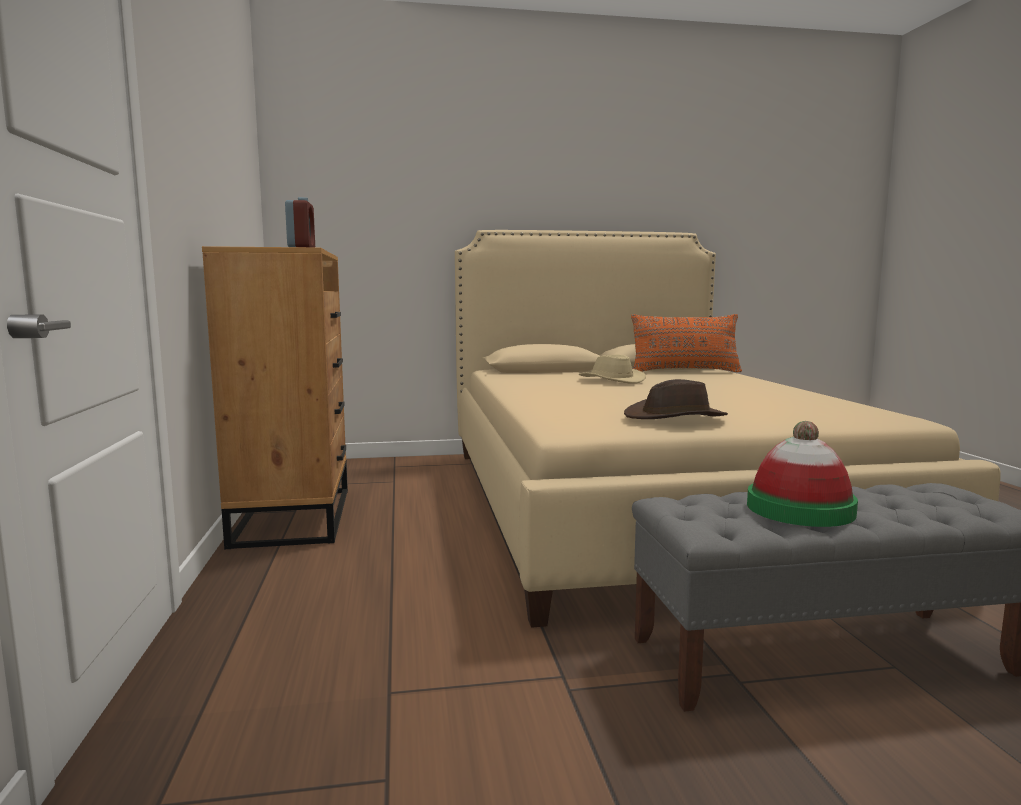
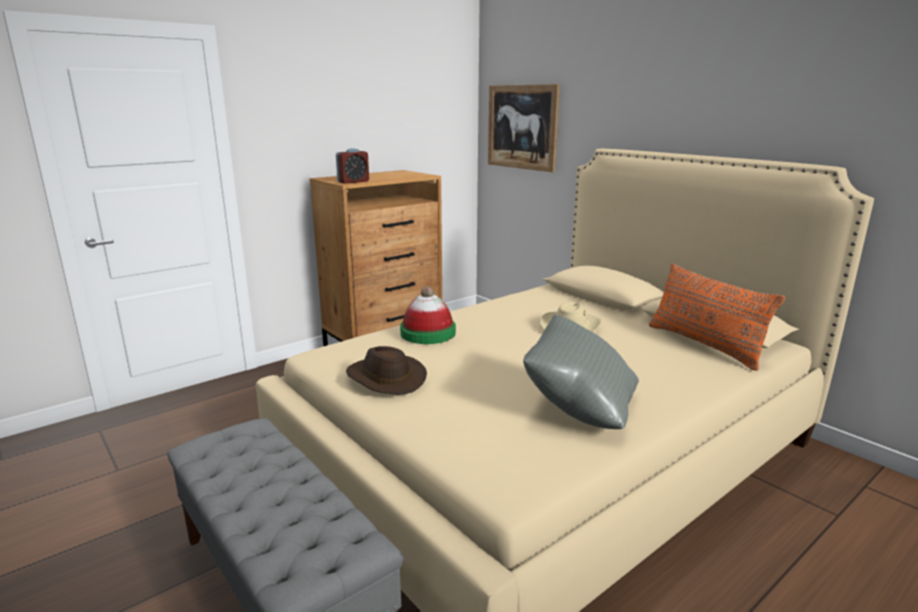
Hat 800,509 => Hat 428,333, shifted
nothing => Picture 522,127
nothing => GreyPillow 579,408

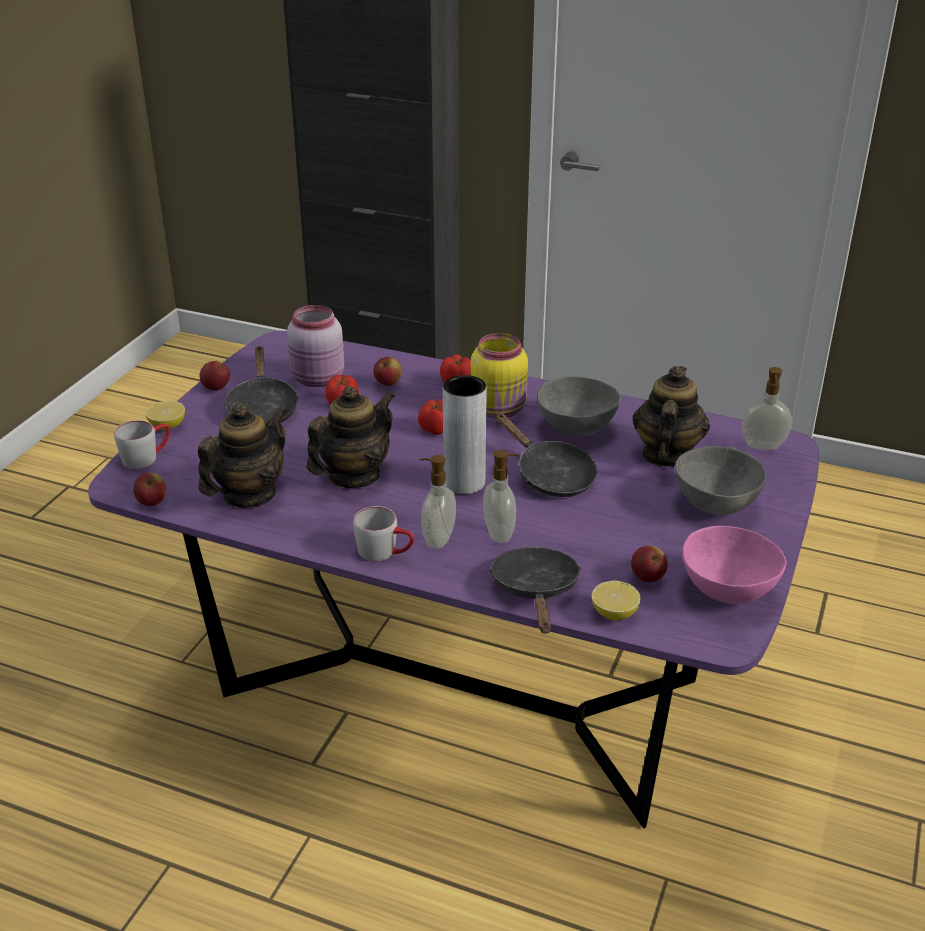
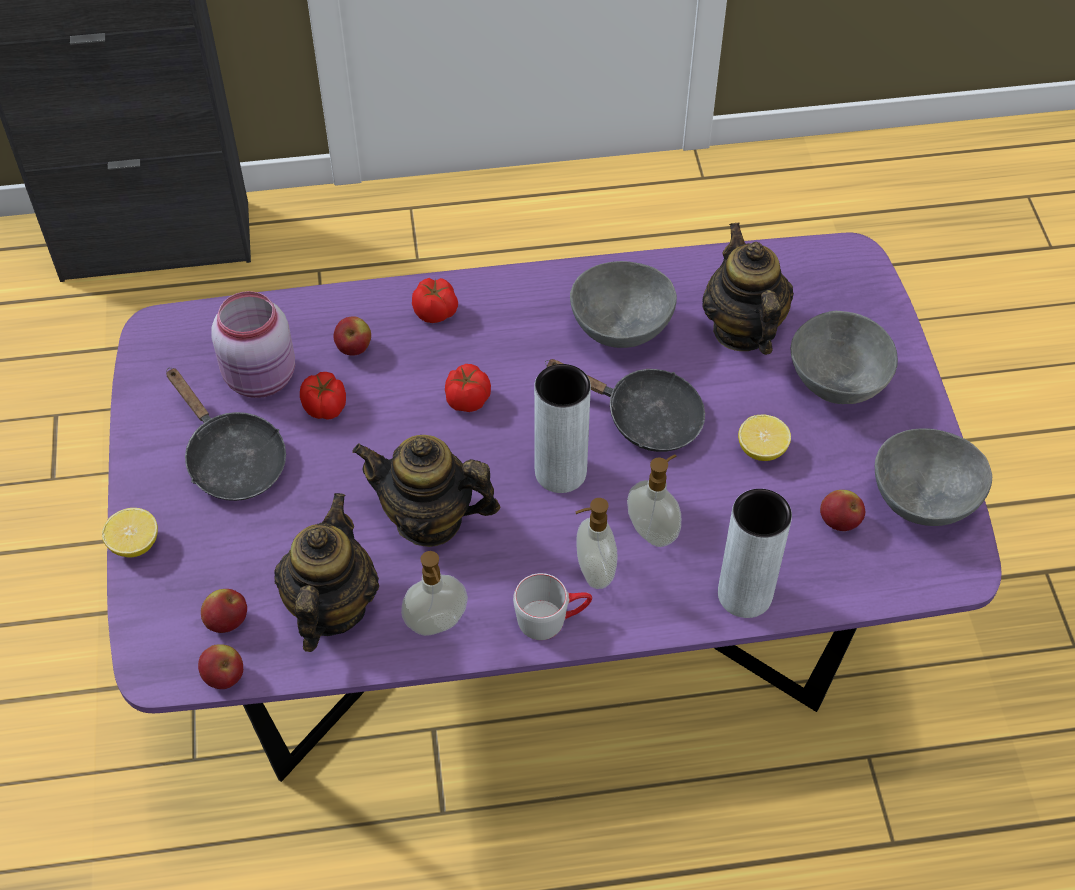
Apple 216,388 => Apple 227,621, shifted
Teapot 354,475 => Teapot 429,519, 90 degrees counterclockwise
SoapDispenser 762,446 => SoapDispenser 437,625, shifted
BlackFryingPan 536,590 => GreyVase 744,594
Lemon 614,613 => Lemon 761,450, shifted
PinkBowl 728,591 => GreyBowl 924,502
GreyMug 147,456 => nothing
YellowJar 500,409 => nothing

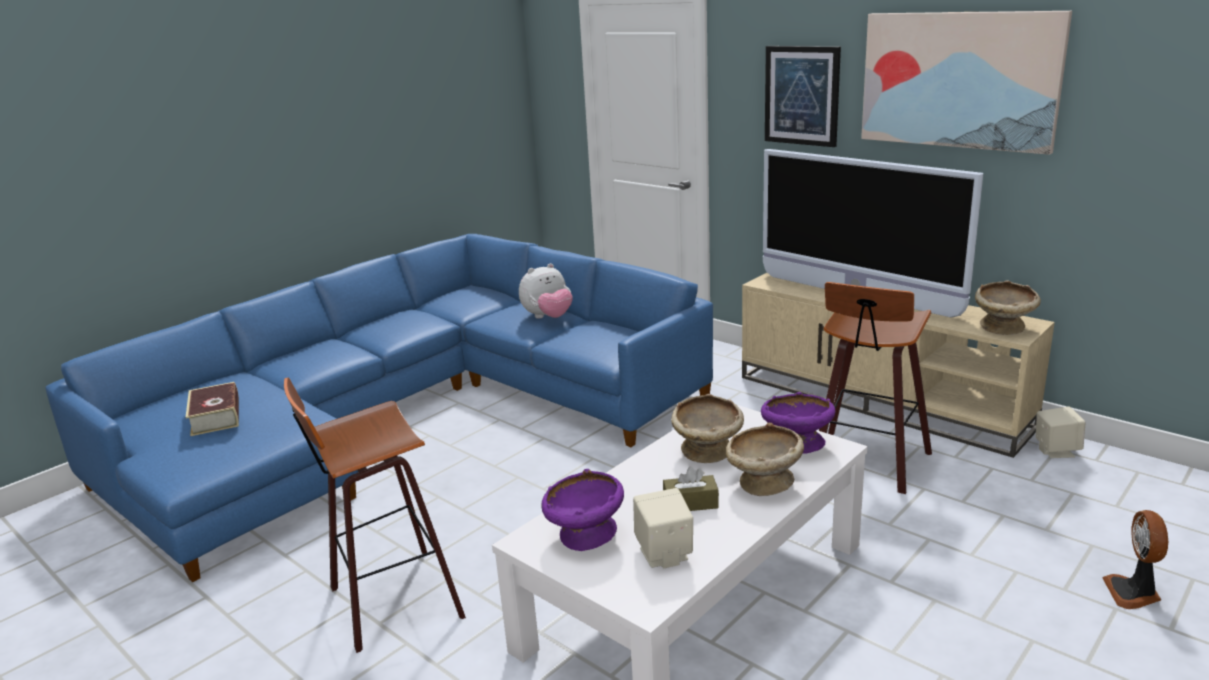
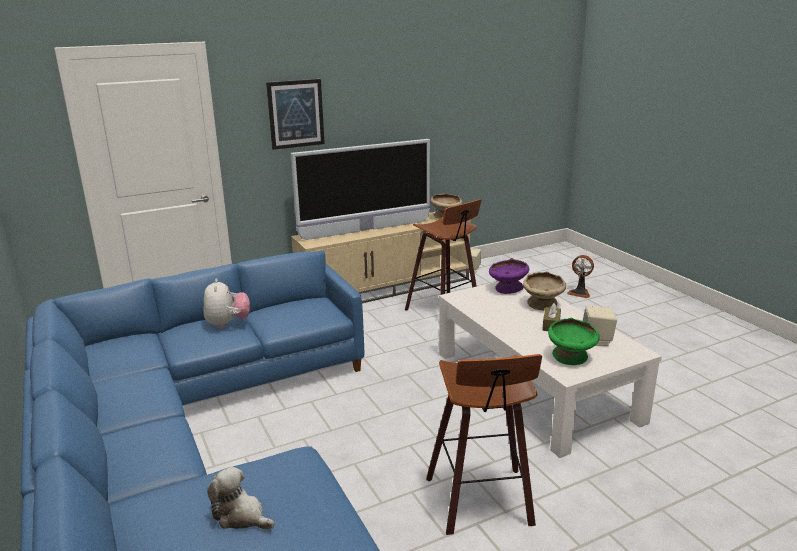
Book 216,417 => PlushToy 241,516
PurpleBowl 585,537 => GreenBowl 571,358
BeigeBowl 708,452 => nothing
Picture 959,80 => nothing

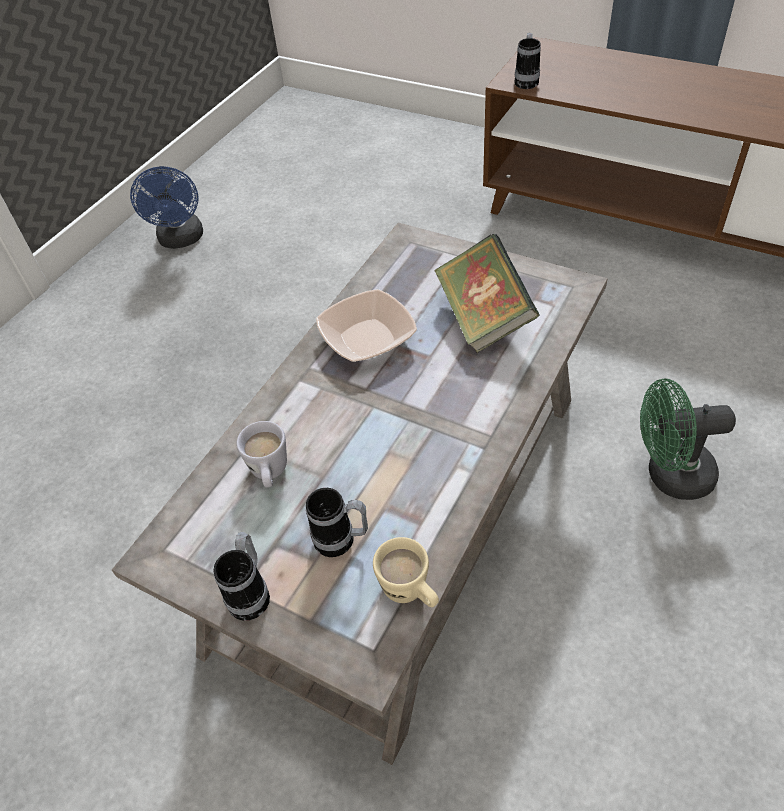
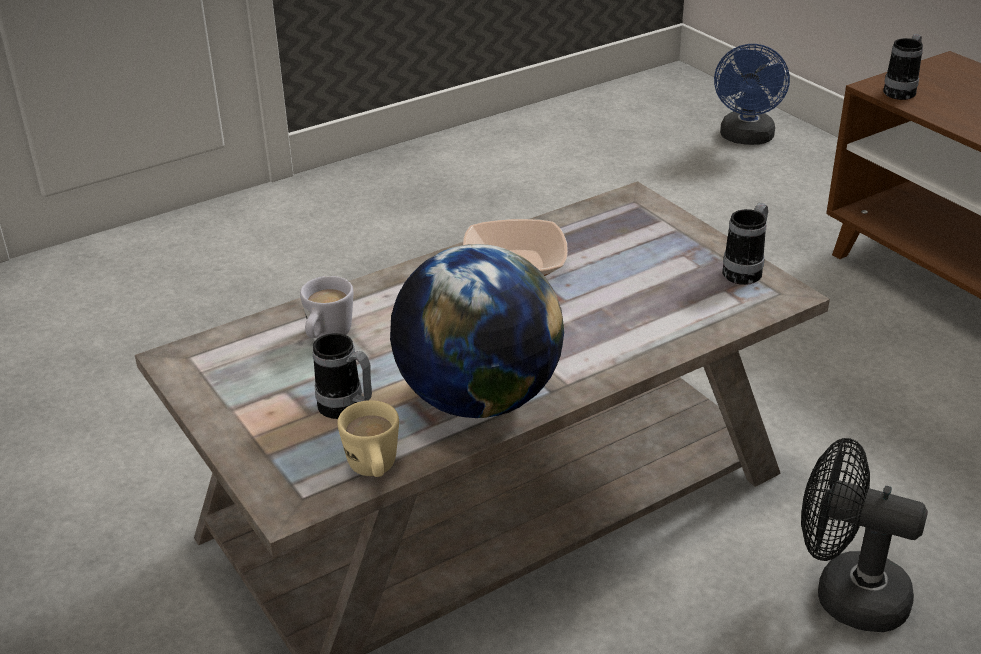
nothing => Globe 478,399
BlueFan 182,240 => BlueFan 746,139, shifted
Mug 251,593 => Mug 746,271, shifted
GreenFan 669,475 => BlackFan 846,594
Book 484,318 => nothing

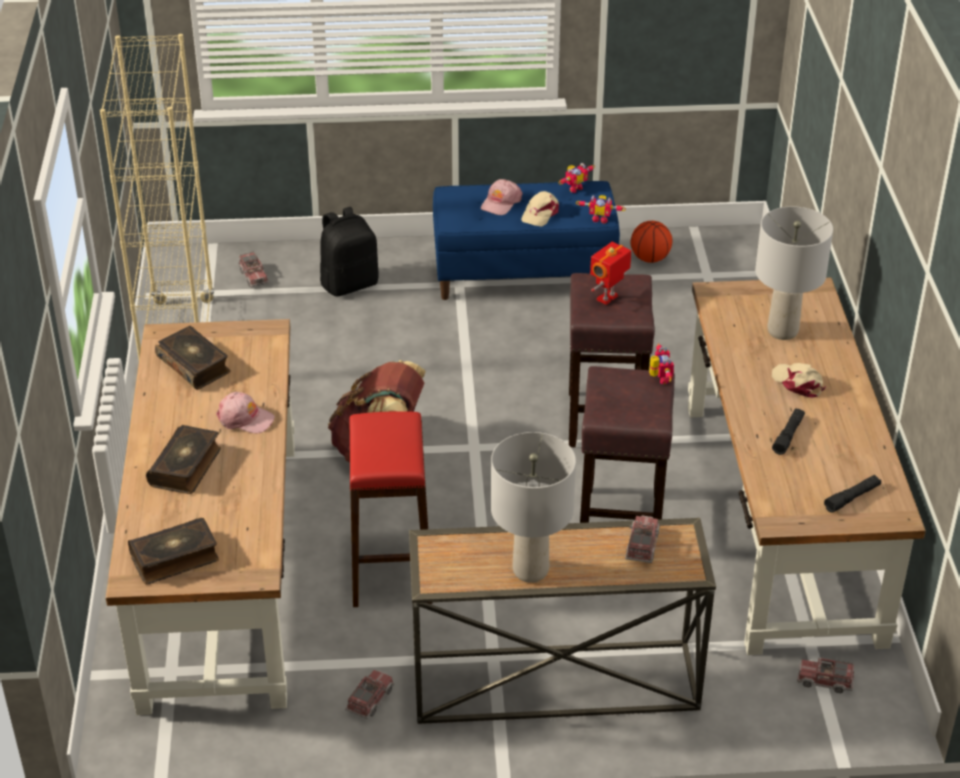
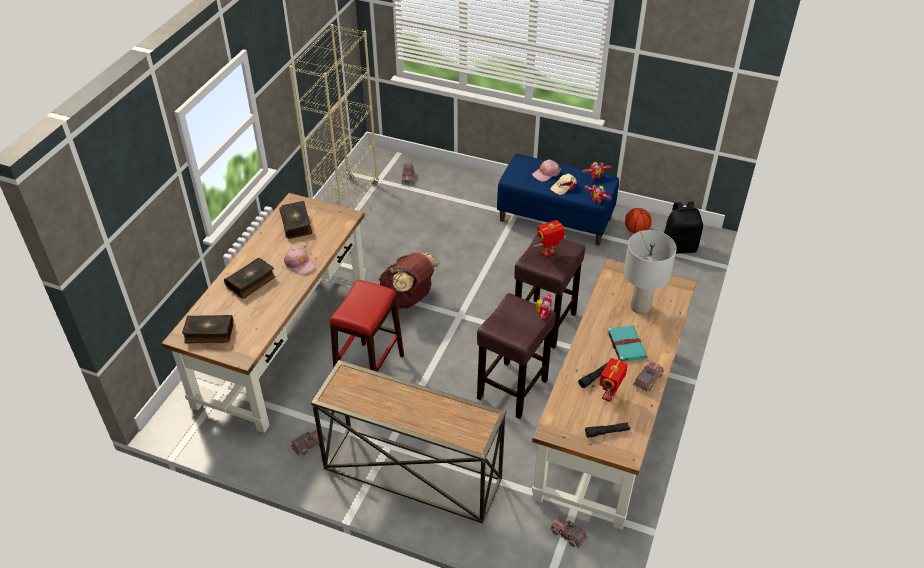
nothing => ToyRobot 609,395
BeigeCap 798,383 => TurquoiseBook 626,344
ToyTruck 642,546 => ToyTruck 647,380, shifted
BlackBackpack 349,284 => BlackBackpack 679,247, shifted
GreyTableLamp 531,570 => nothing

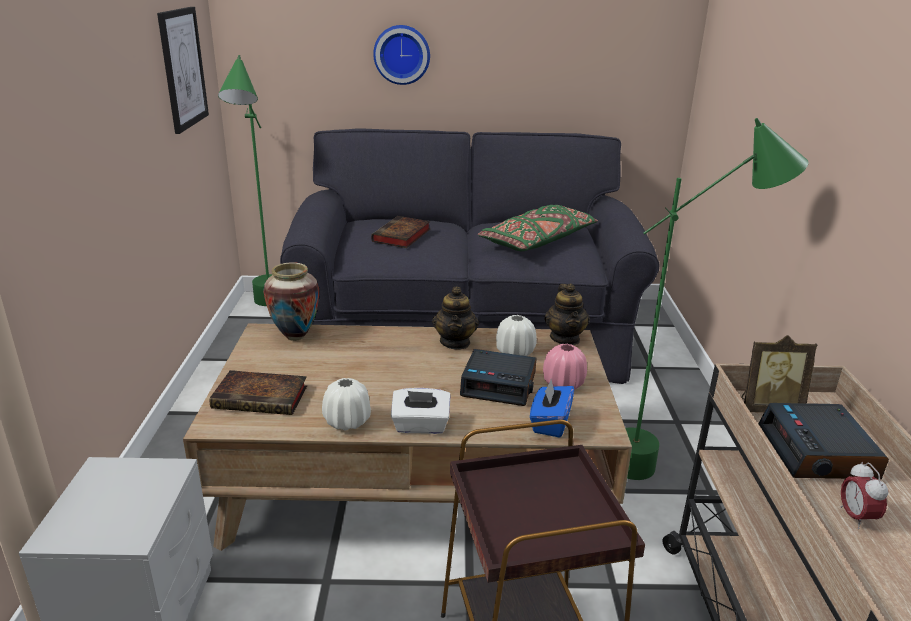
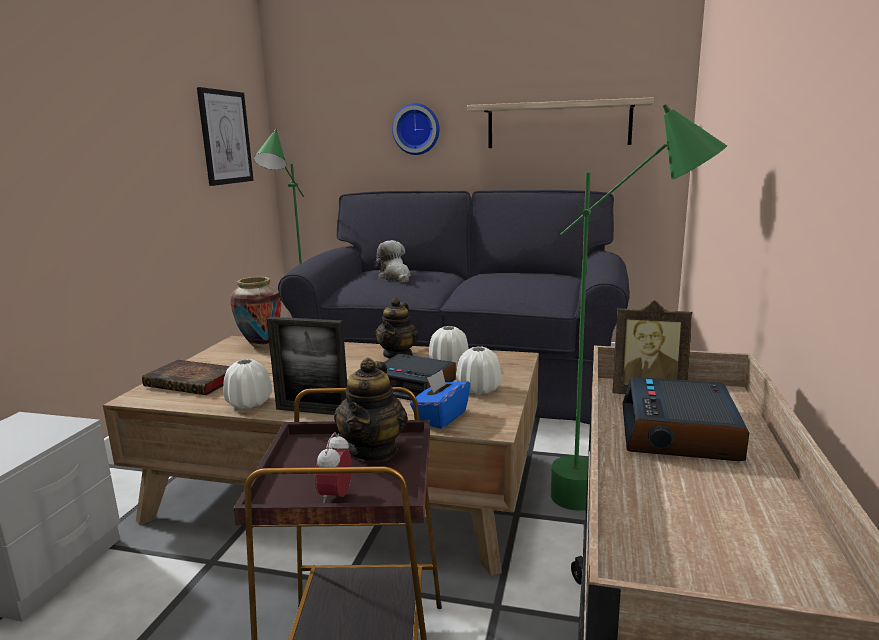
WhiteTissueBox 420,426 => PictureFrame 312,411
AlarmClock 855,517 => AlarmClock 336,497, shifted
Teapot 565,338 => Teapot 373,450, shifted
Book 401,236 => PlushToy 395,278
PinkVase 563,383 => WhiteVase 478,389
nothing => Shelf 558,125
GreenPillow 538,241 => nothing

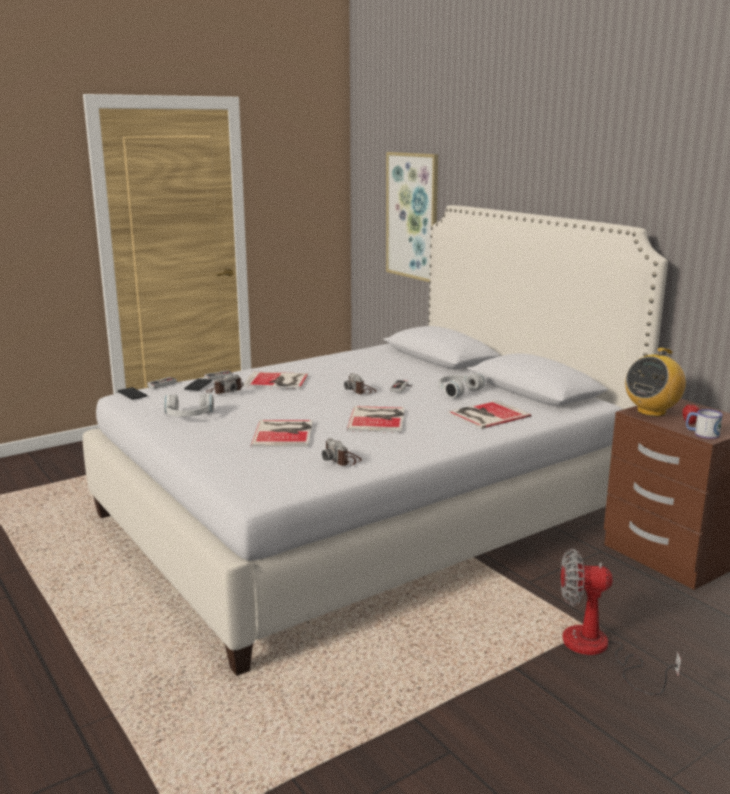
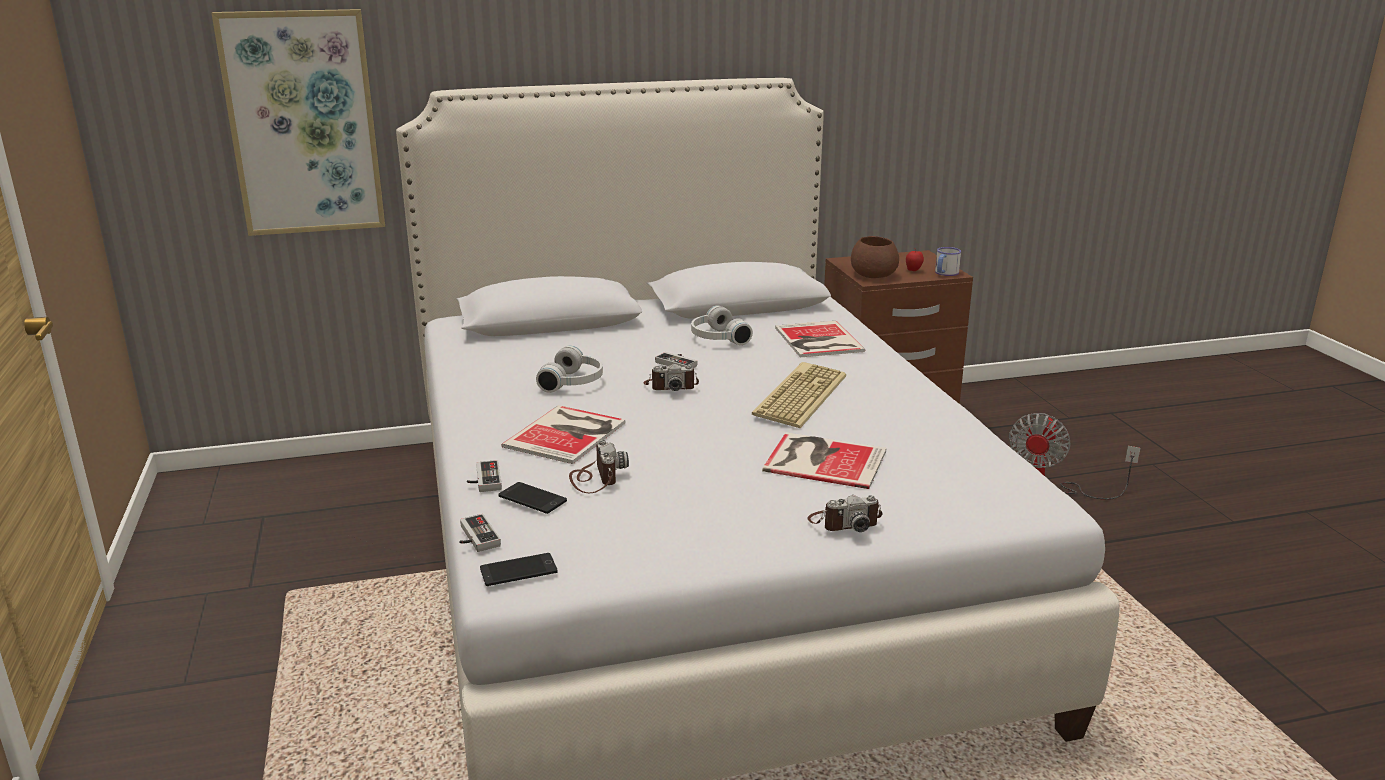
WhiteHeadphones 188,416 => WhiteHeadphones 574,382, shifted
Book 378,419 => Keyboard 799,395
PhotoCamera 342,459 => PhotoCamera 844,522, shifted
Radio 651,411 => BrownBowl 873,274

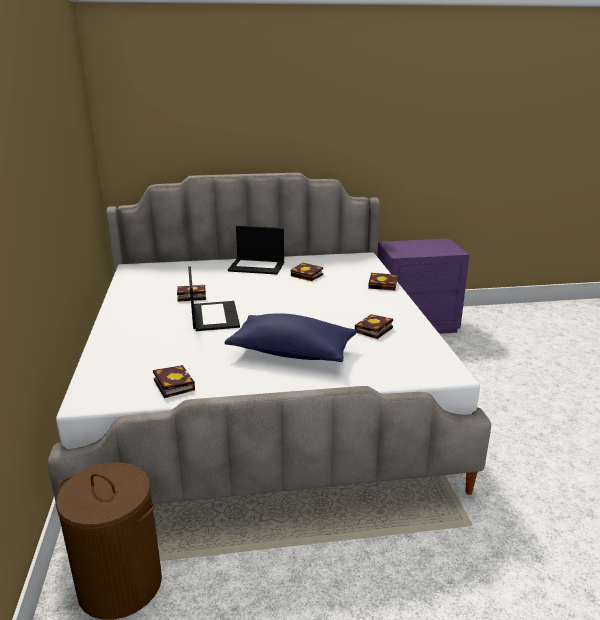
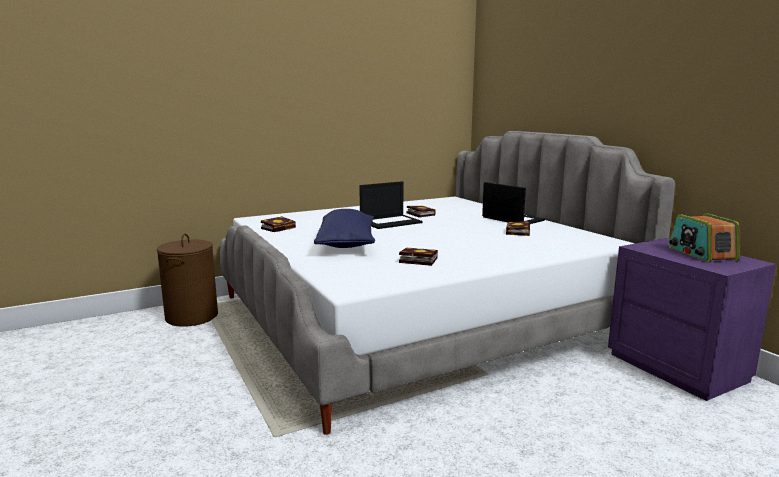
Laptop 257,266 => Laptop 511,219, 150 degrees clockwise
nothing => Radio 701,254
Book 384,285 => nothing

